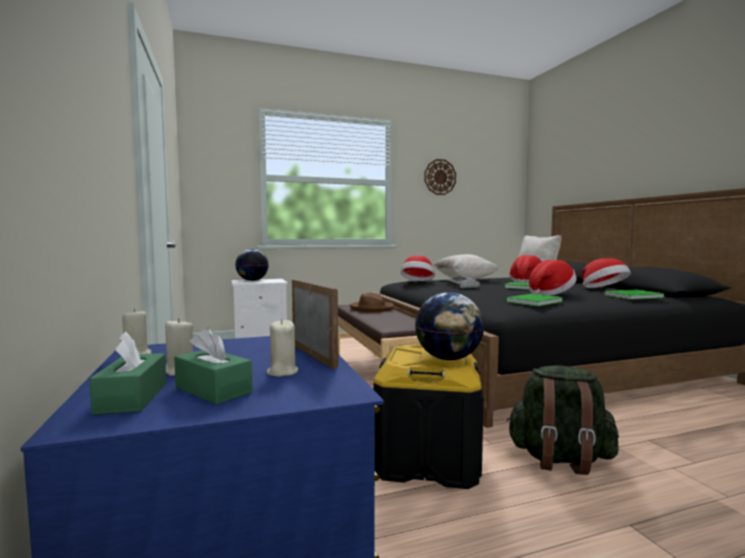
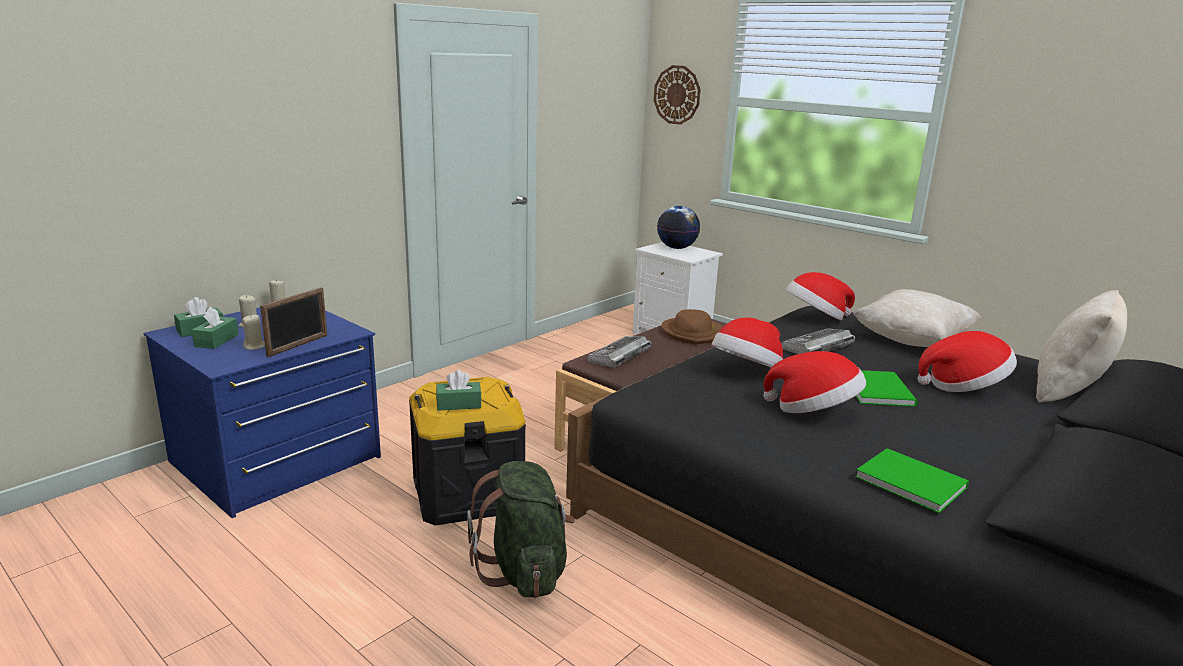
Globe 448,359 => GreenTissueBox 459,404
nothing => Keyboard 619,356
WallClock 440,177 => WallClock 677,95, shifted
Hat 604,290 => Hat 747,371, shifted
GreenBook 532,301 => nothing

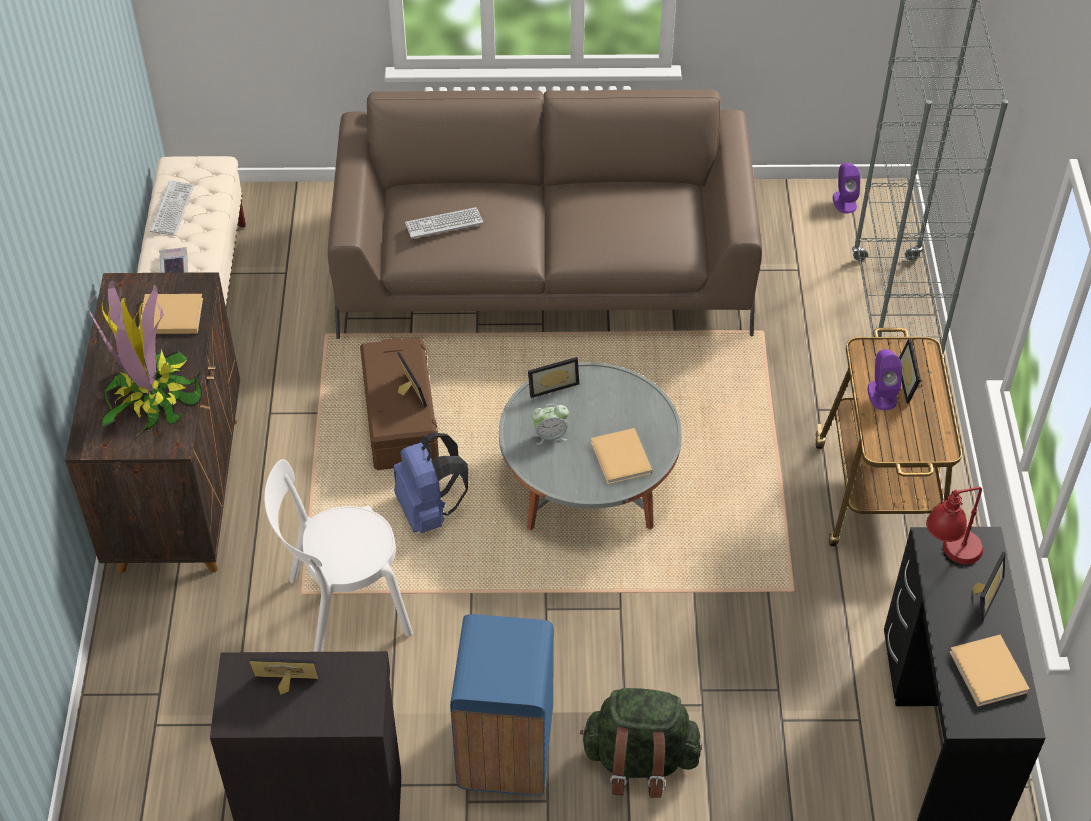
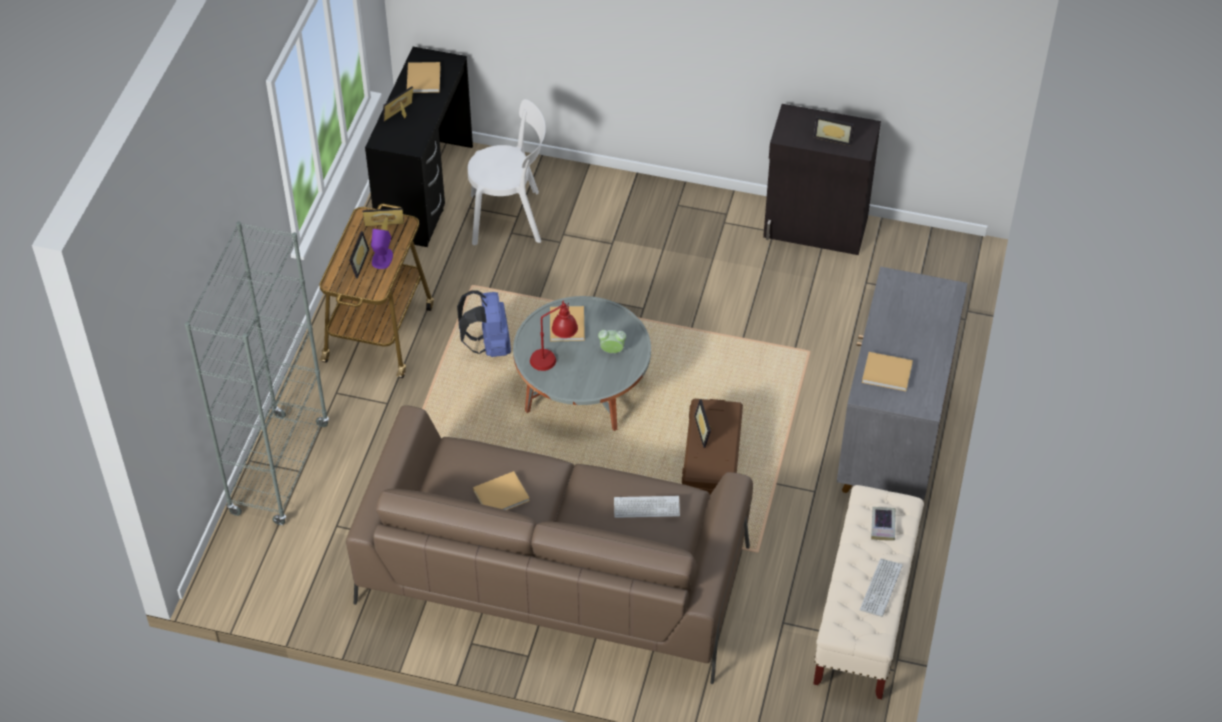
PictureFrame 551,384 => PictureFrame 384,229, shifted
BlueBackpack 429,510 => BlueBackpack 489,345, shifted
WhiteChair 343,608 => WhiteChair 510,217, shifted
nothing => BeigeBook 503,495
RedTableLamp 949,556 => RedTableLamp 554,357, shifted
BrownCabinet 179,492 => GreyCabinet 892,442
PottedPlant 152,398 => nothing
BlueTrashCan 504,751 => nothing
GreenBackpack 639,761 => nothing
PurpleSpeaker 844,201 => nothing

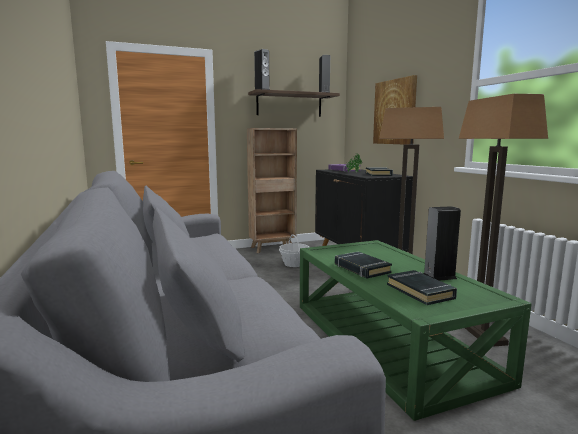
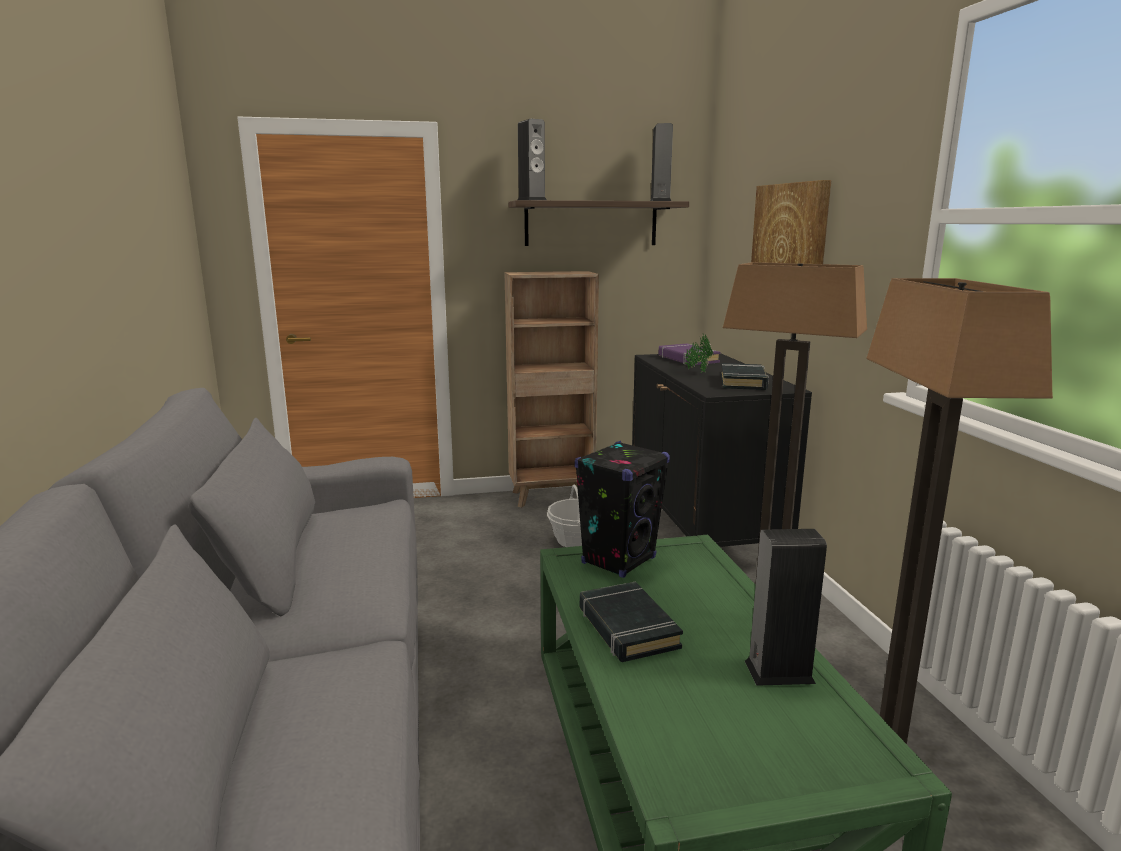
nothing => BlackSpeaker 619,560
BlackBook 420,291 => nothing

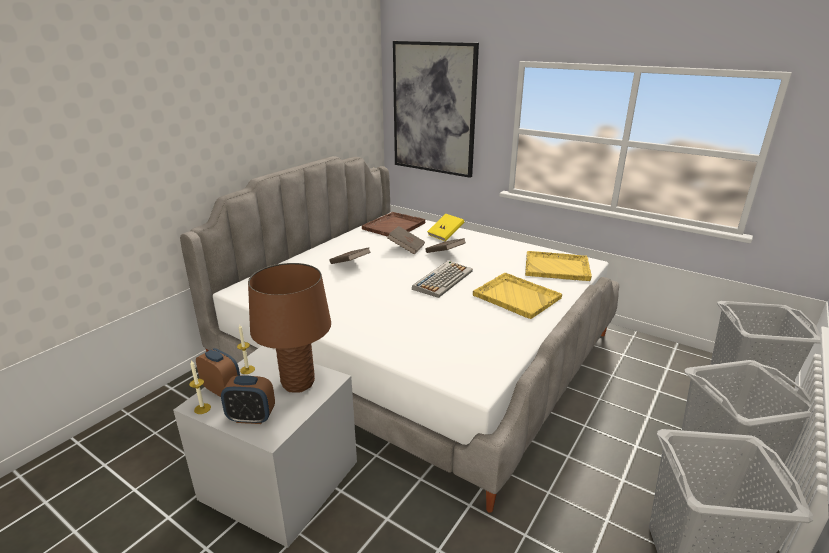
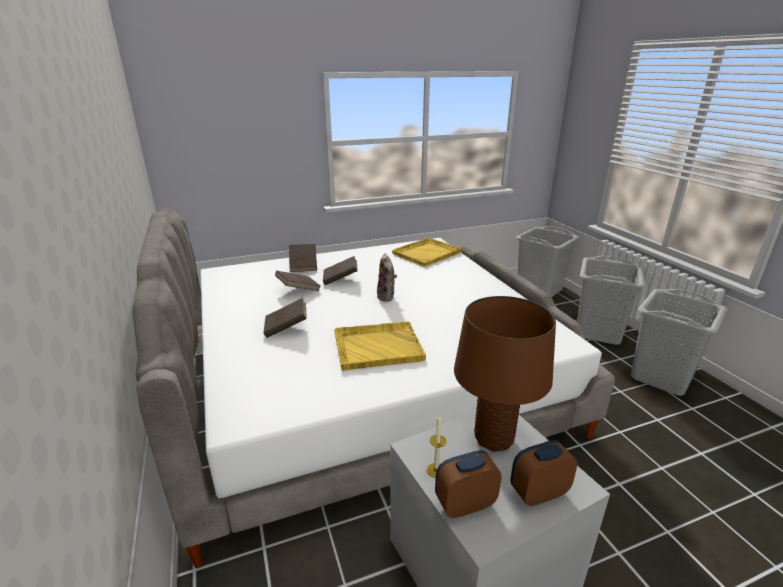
YellowBook 445,235 => BrownBook 303,266
YellowTray 516,296 => YellowTray 377,346, shifted
Keyboard 443,279 => PlushToy 387,297
AlarmClock 251,417 => AlarmClock 538,493, 150 degrees counterclockwise
Candle 202,408 => nothing
BrownTray 394,226 => nothing
Picture 434,109 => nothing

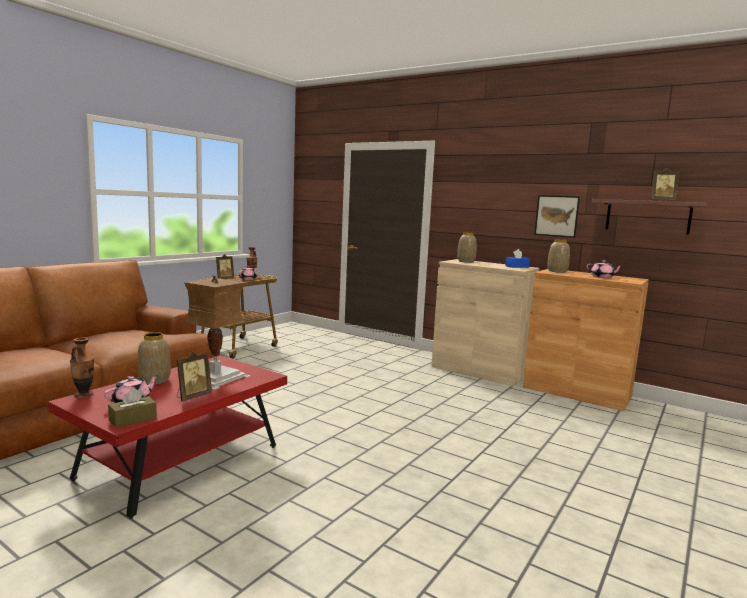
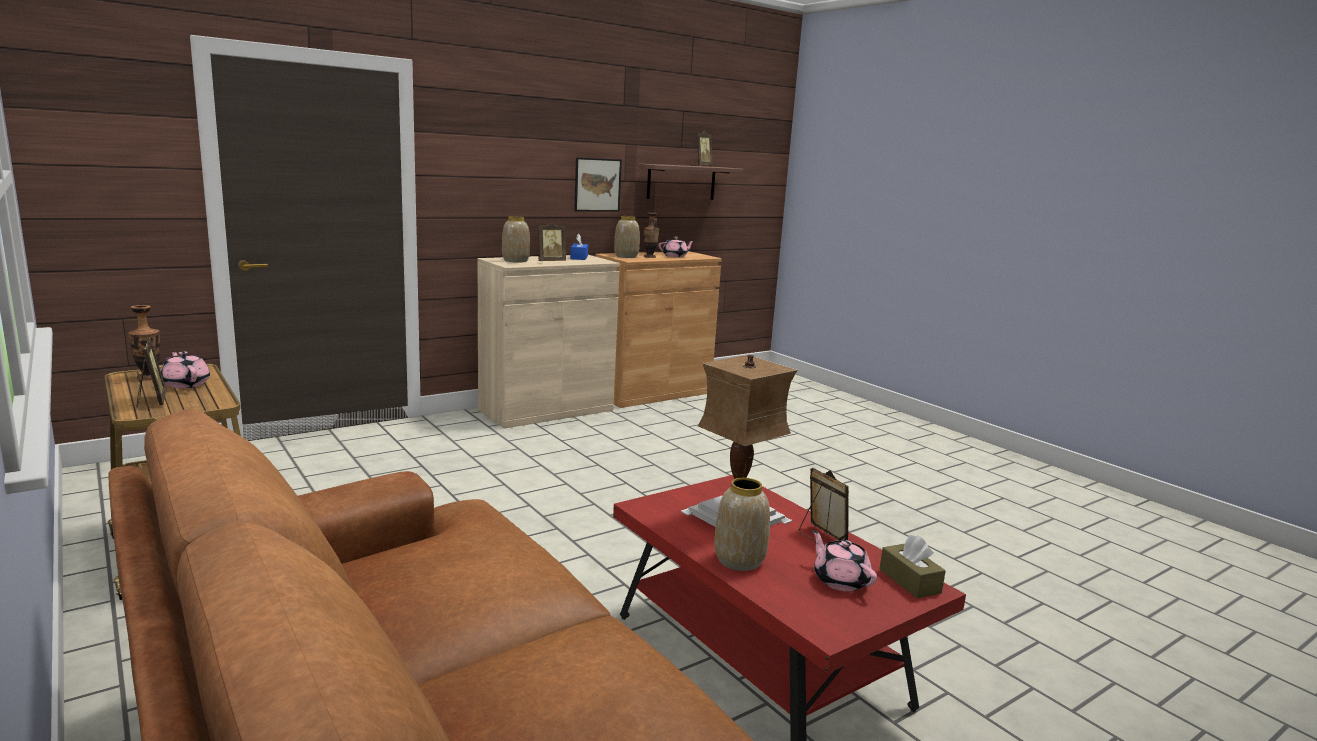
nothing => PictureFrame 550,261
Vase 84,395 => Vase 649,257, shifted

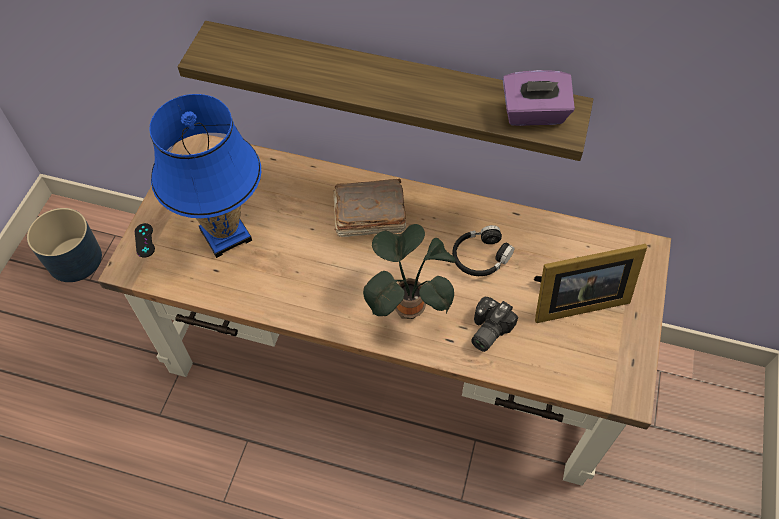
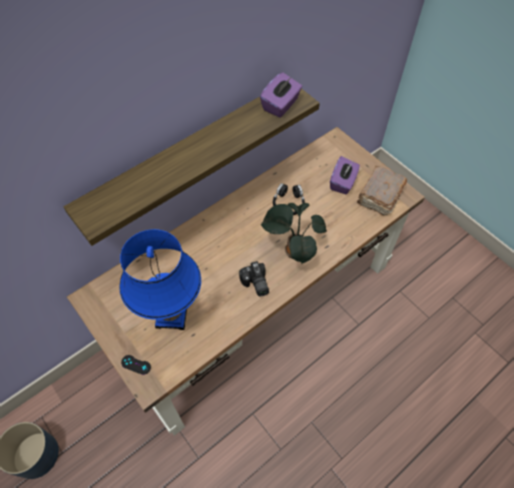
PhotoCamera 486,330 => PhotoCamera 255,284, shifted
PictureFrame 574,301 => PurpleTissueBox 343,183
BrownBook 368,217 => BrownBook 379,196, shifted

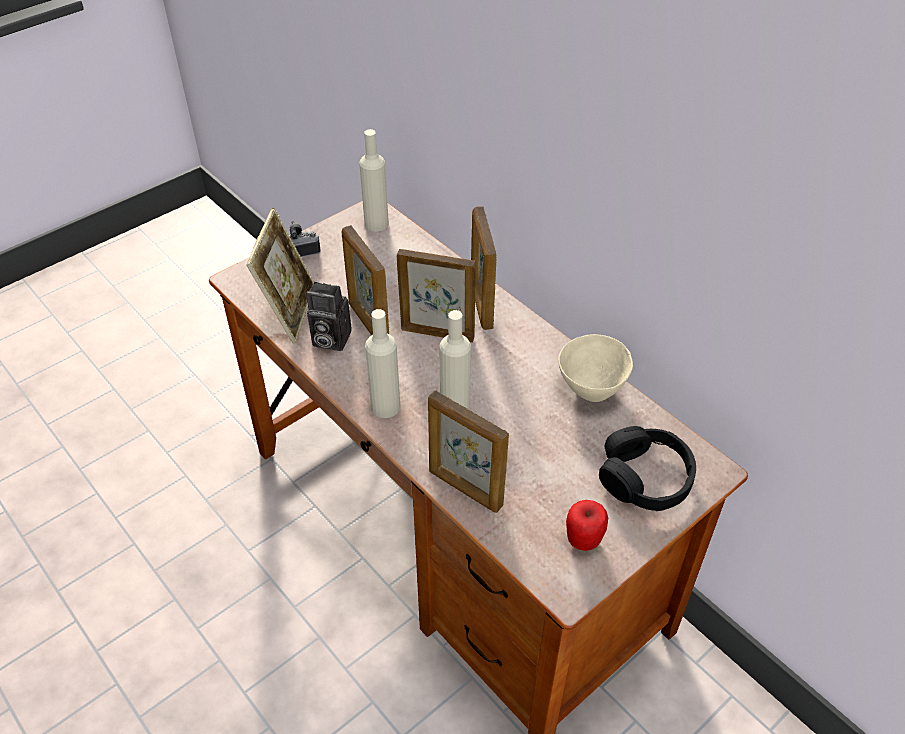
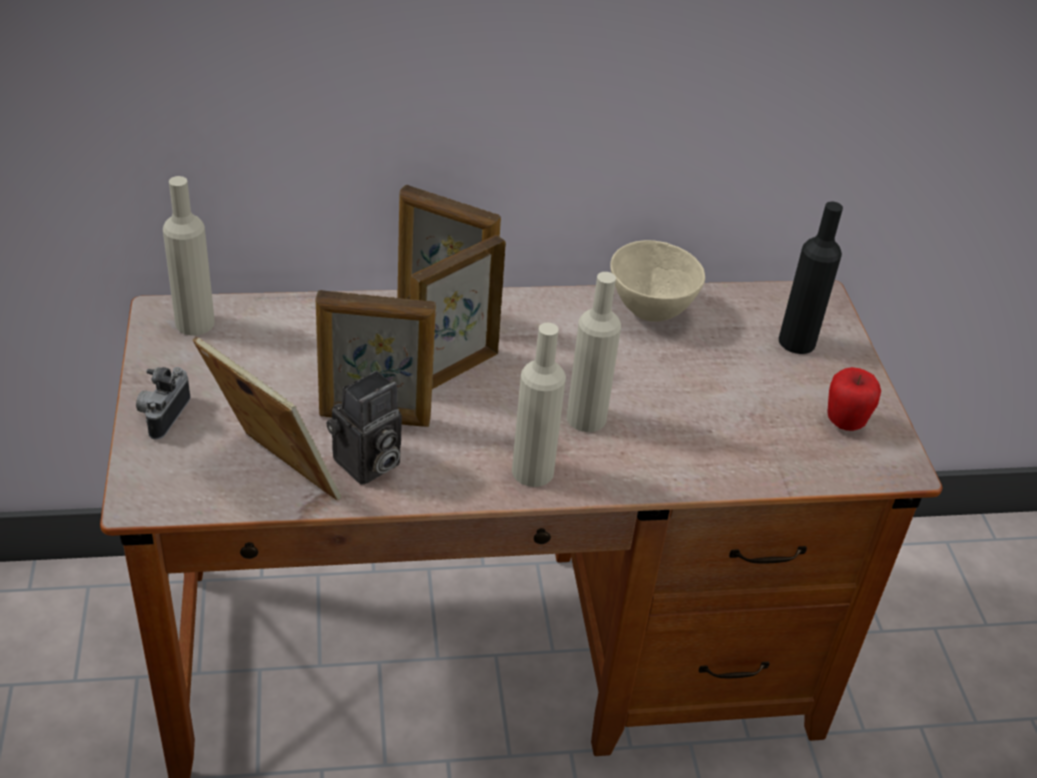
BlackHeadphones 645,478 => BlackBottle 797,341
PictureFrame 465,489 => nothing

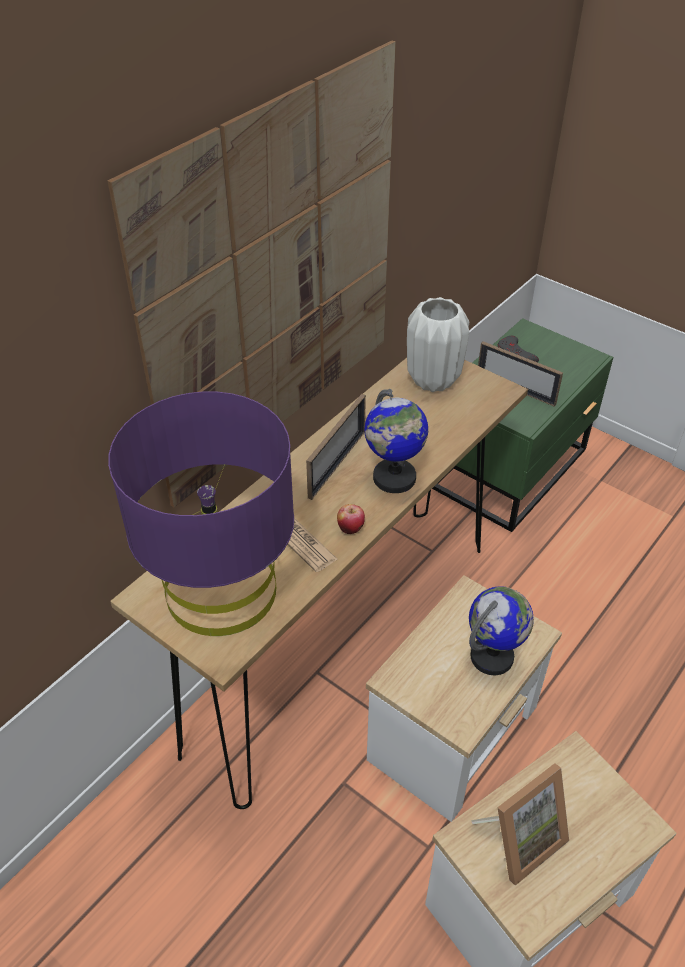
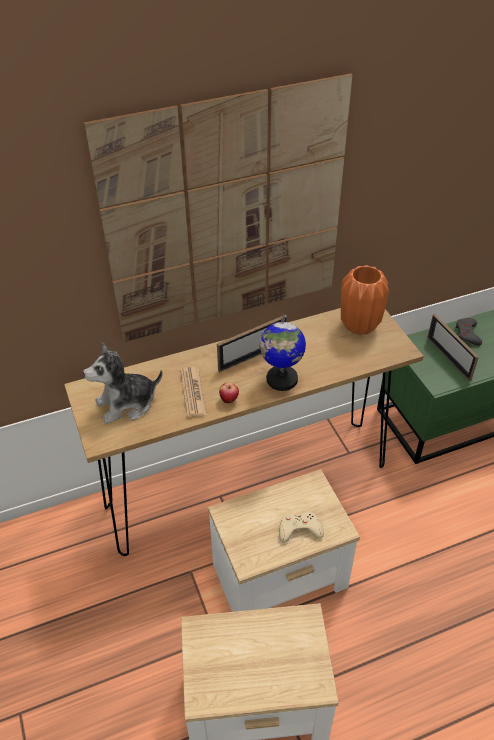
PurpleTableLamp 222,590 => PlushToy 126,404
Globe 492,657 => BeigeGameController 299,529
WhiteVase 434,381 => OrangeVase 360,326
PictureFrame 519,838 => nothing

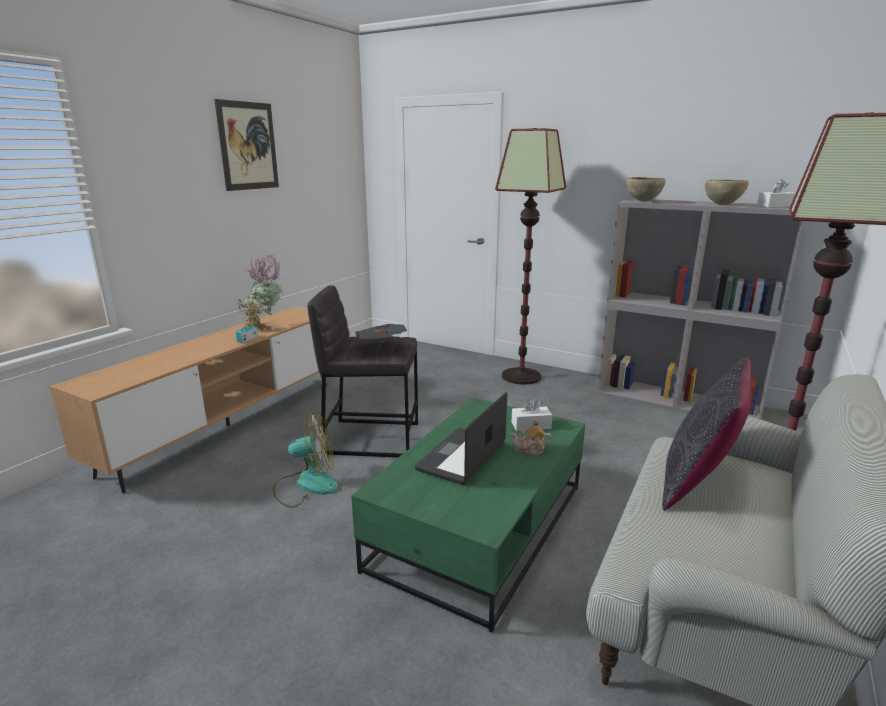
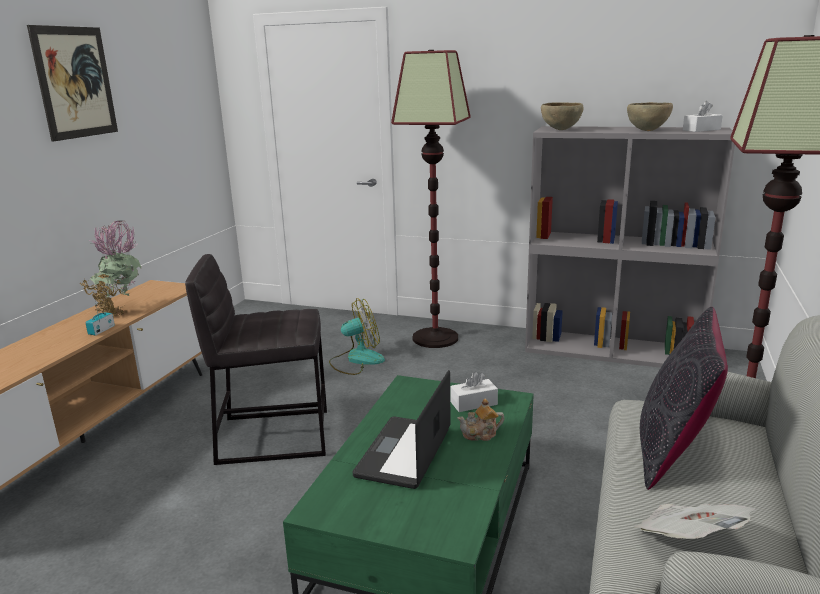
Fan 306,485 => Fan 356,360, shifted
Newspaper 381,346 => Newspaper 688,541, shifted

